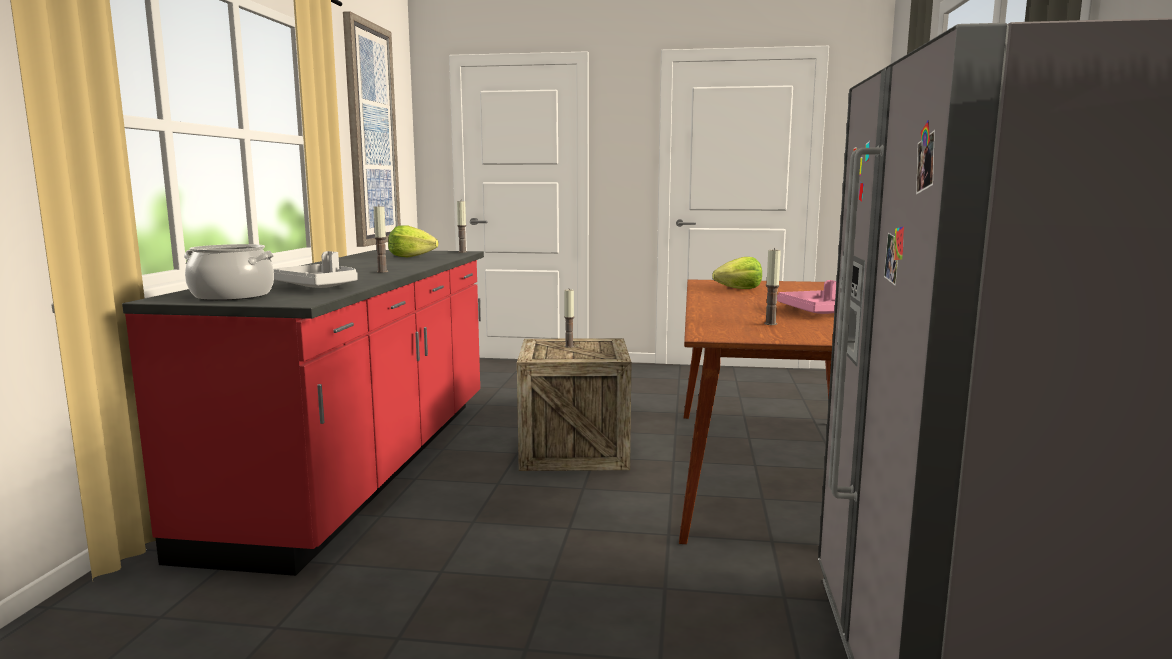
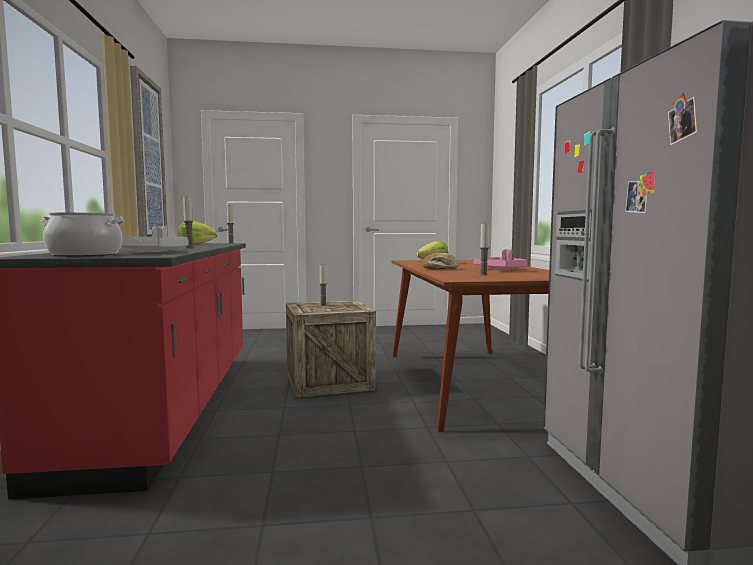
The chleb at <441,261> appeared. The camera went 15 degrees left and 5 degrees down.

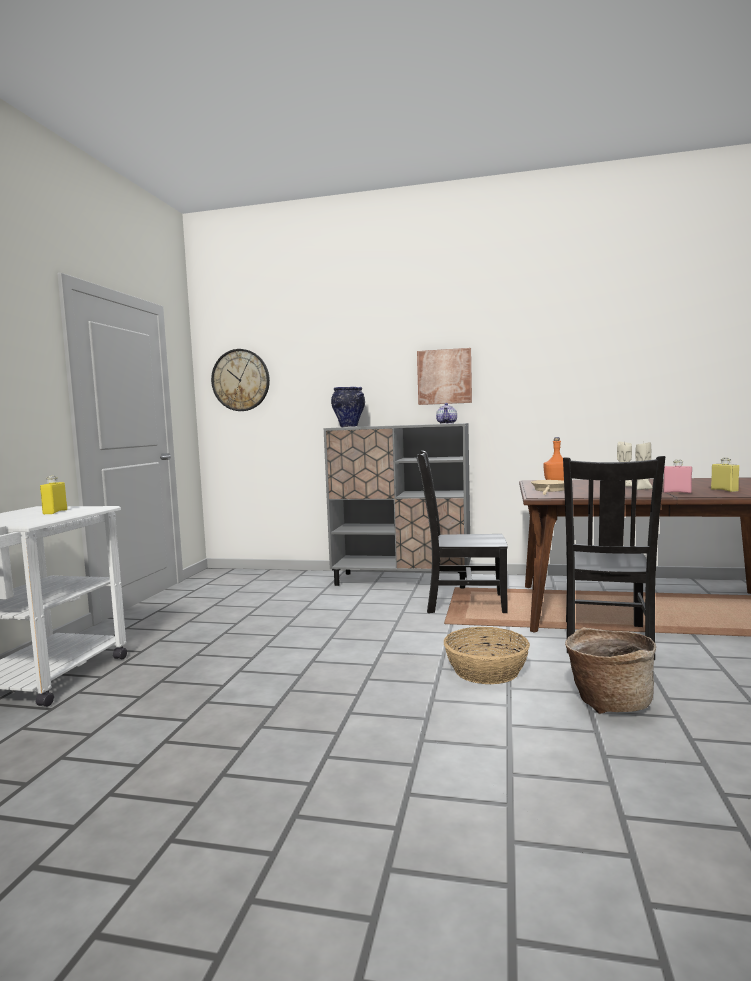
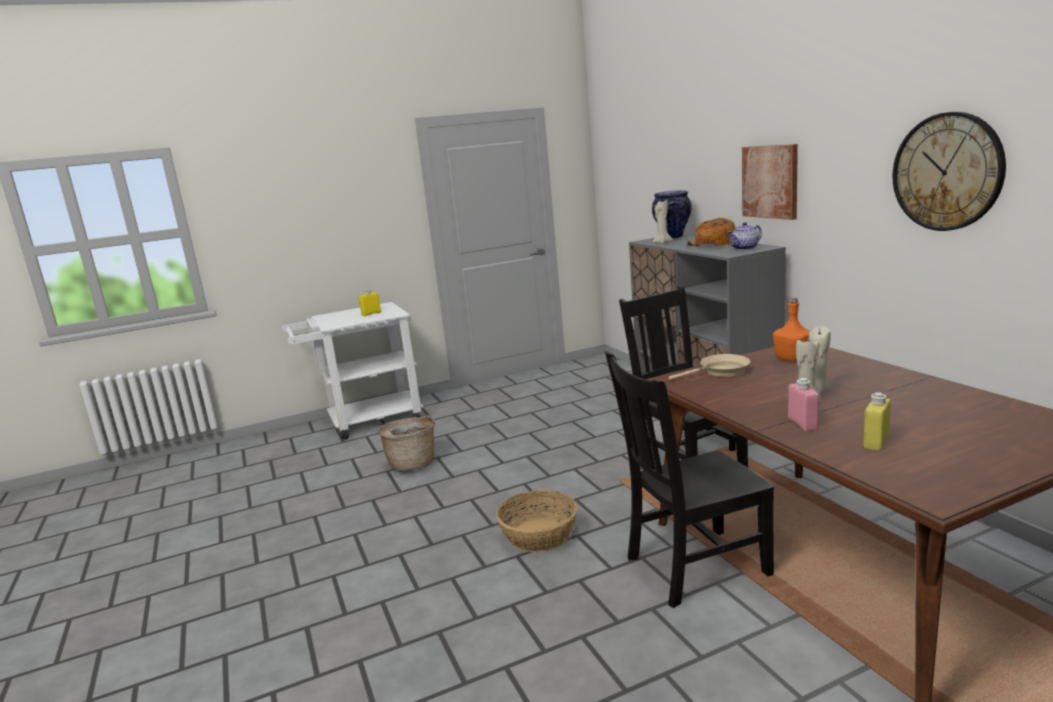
The zegar ścienny moved from <240,380> to <949,171>. The koszyk moved from <610,670> to <406,443>. The świeca (beżowy) at <662,222> appeared. The chleb at <710,232> appeared. The camera went 55 degrees right and 10 degrees up.

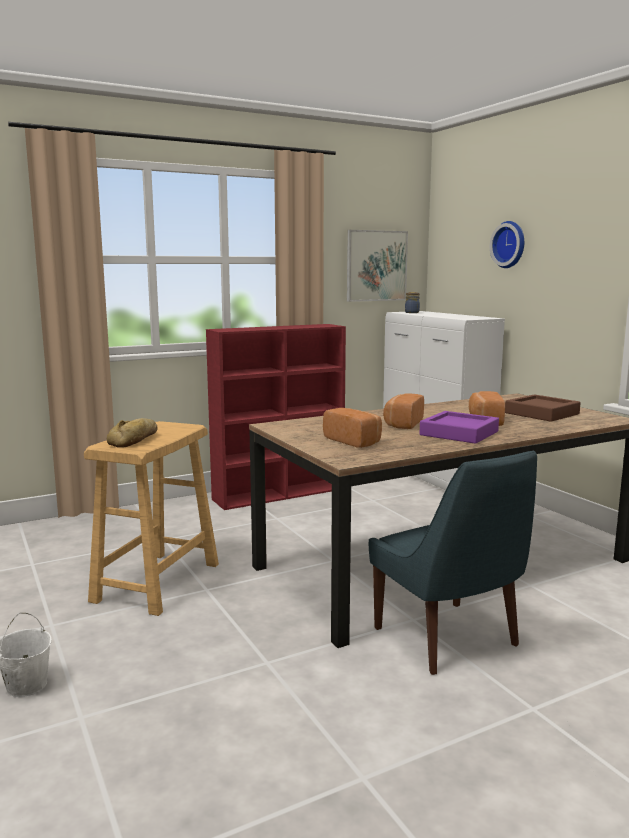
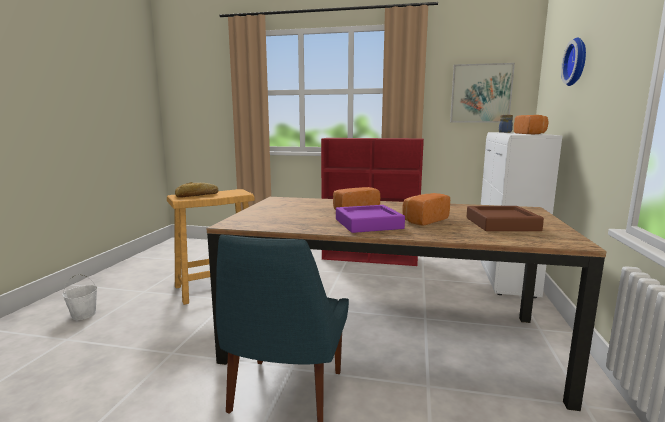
The chleb moved from <352,428> to <531,124>. The camera went 40 degrees right and 0 degrees up.

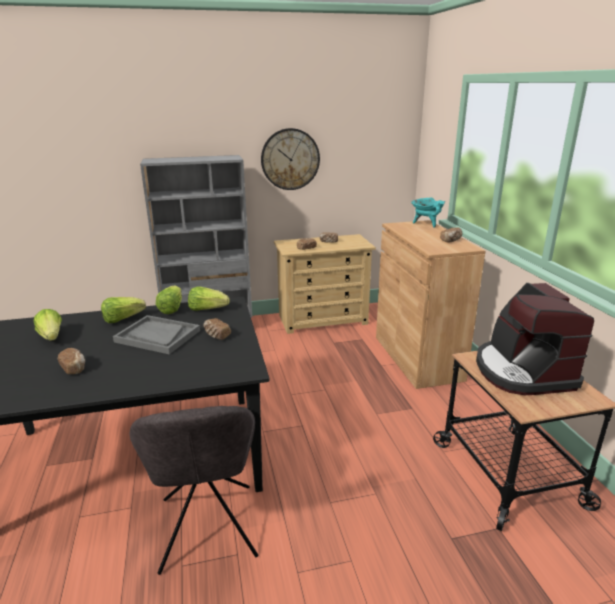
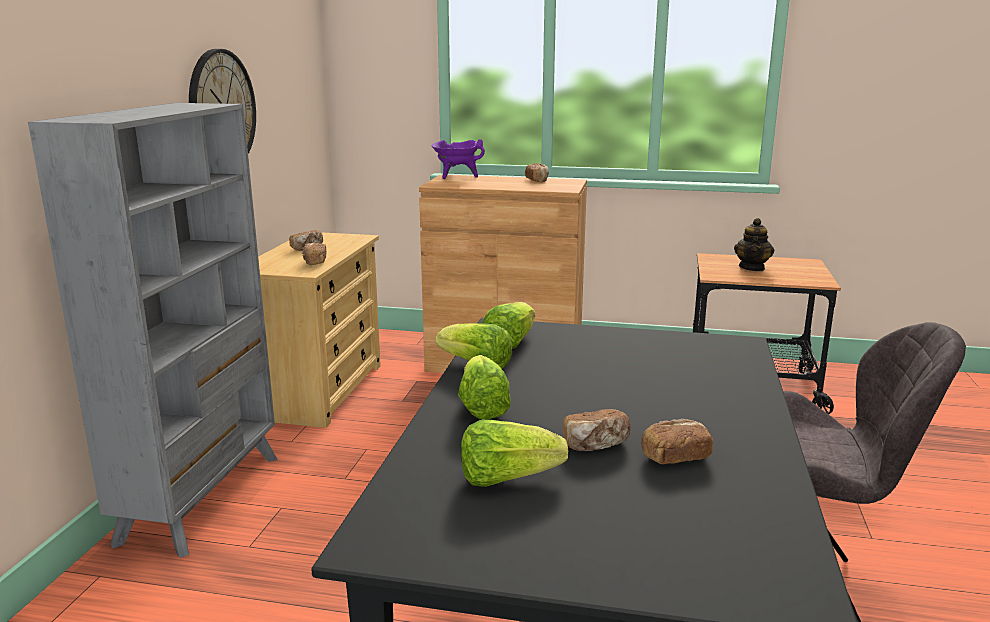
The taca (szary) at <156,334> disappeared. The chleb moved from <217,329> to <596,430>. The garnek (turkusowy) at <428,212> became the garnek (fioletowy) at <458,159>. The ekspres do kawy at <535,339> was replaced by the imbryk at <754,244>. The camera went 65 degrees left and 5 degrees down.

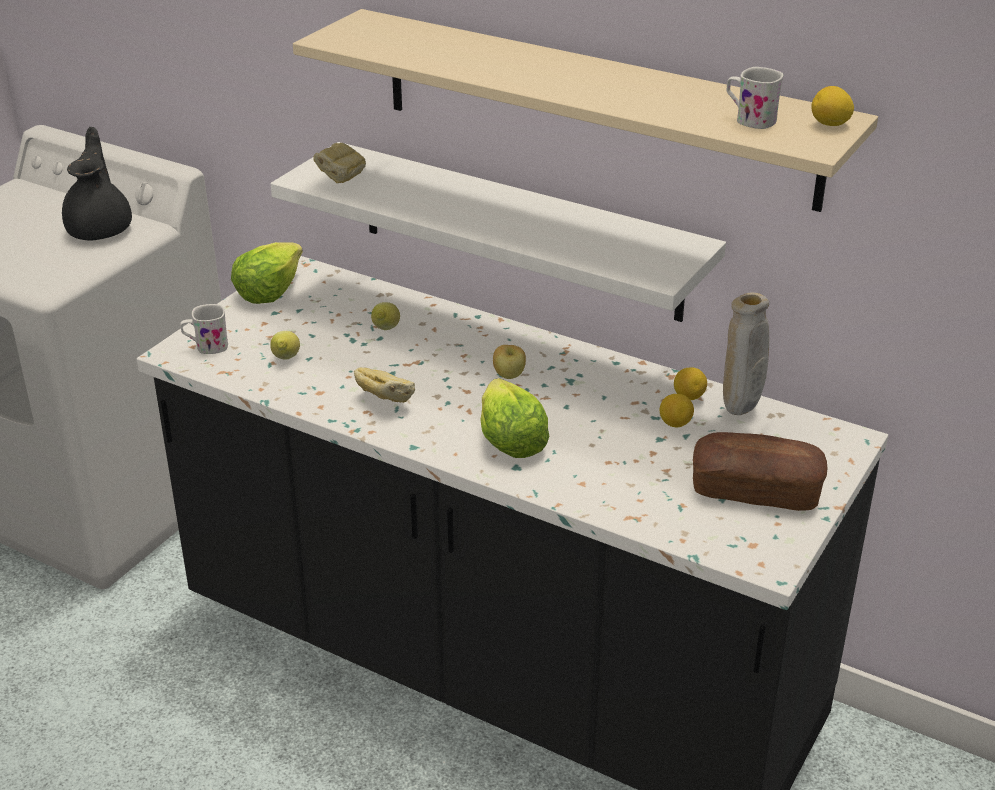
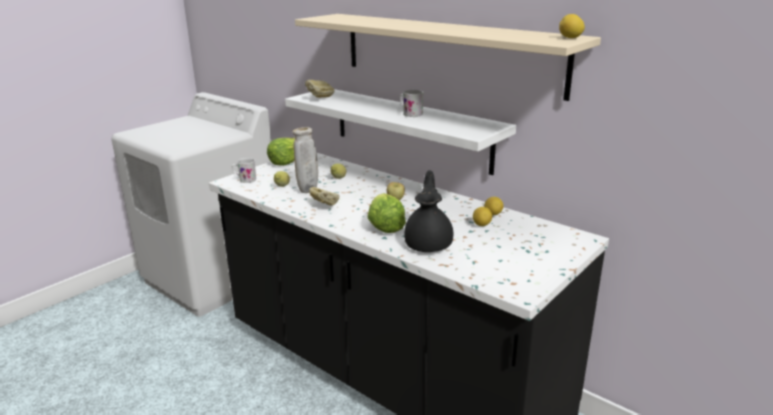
The imbryk (czarny) moved from <97,183> to <428,211>. The chleb at <760,471> disappeared. The wazon (beżowy) moved from <746,354> to <305,160>. The kubek (biały) moved from <755,98> to <412,103>. The camera went 10 degrees right and 10 degrees down.

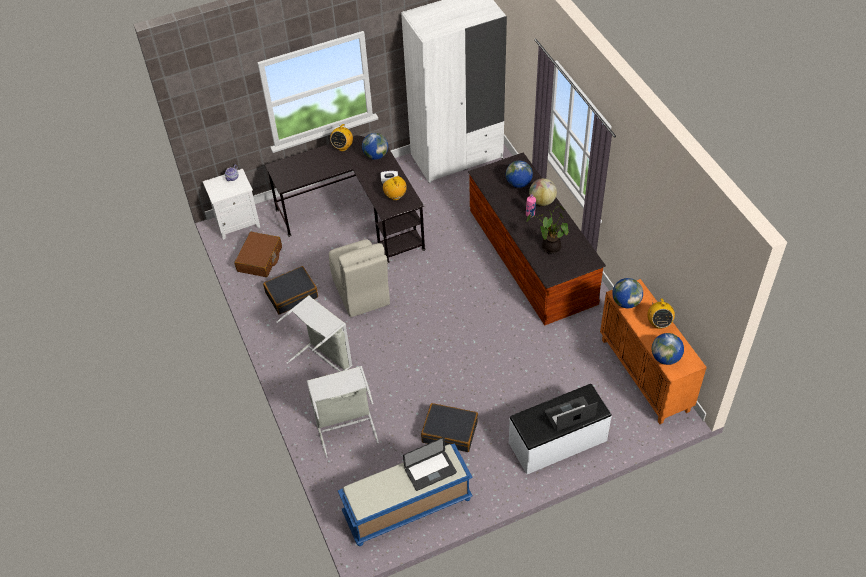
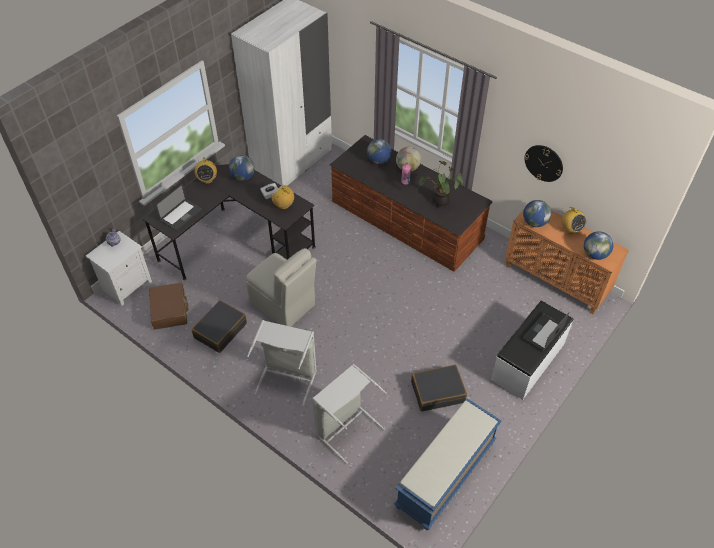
The laptop moved from <430,464> to <179,207>. The zegar ścienny at <543,163> appeared. The camera went 30 degrees left and 0 degrees up.

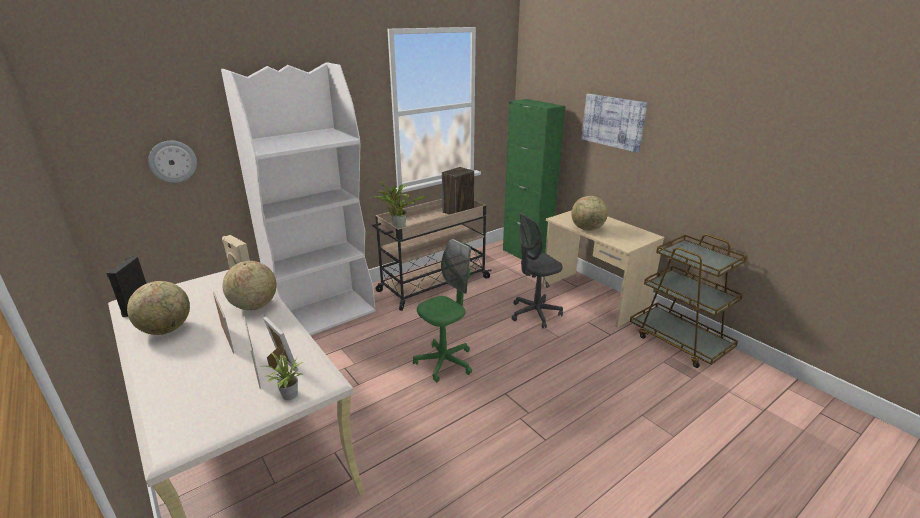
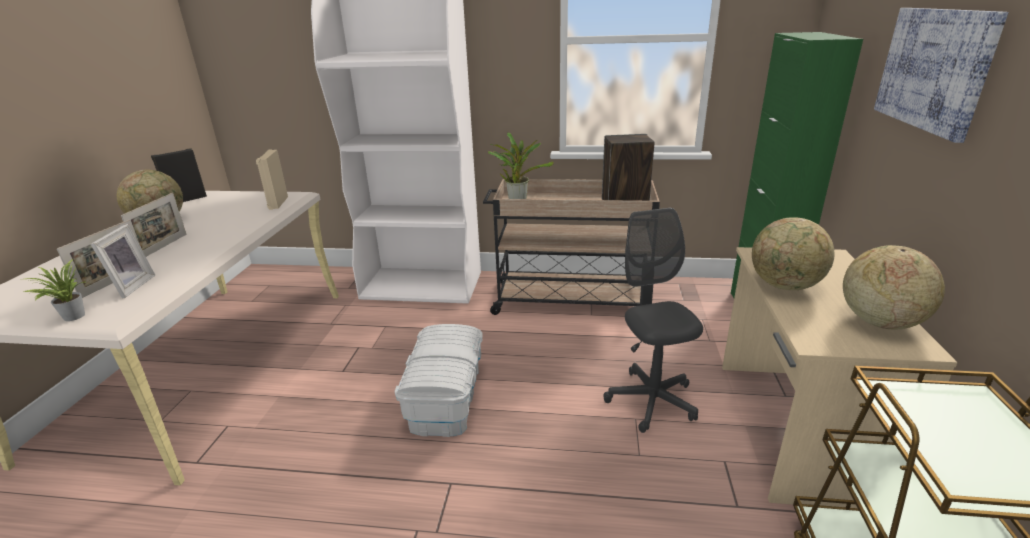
The zegar ścienny at <172,162> disappeared. The globus moved from <249,285> to <894,287>. The krzesło biurowe (zielony) at <442,310> was replaced by the pojemnik do przechowywania (biały) at <438,380>. The krzesło biurowe (szary) at <537,270> turned 60 degrees clockwise. The camera went 45 degrees right and 0 degrees up.

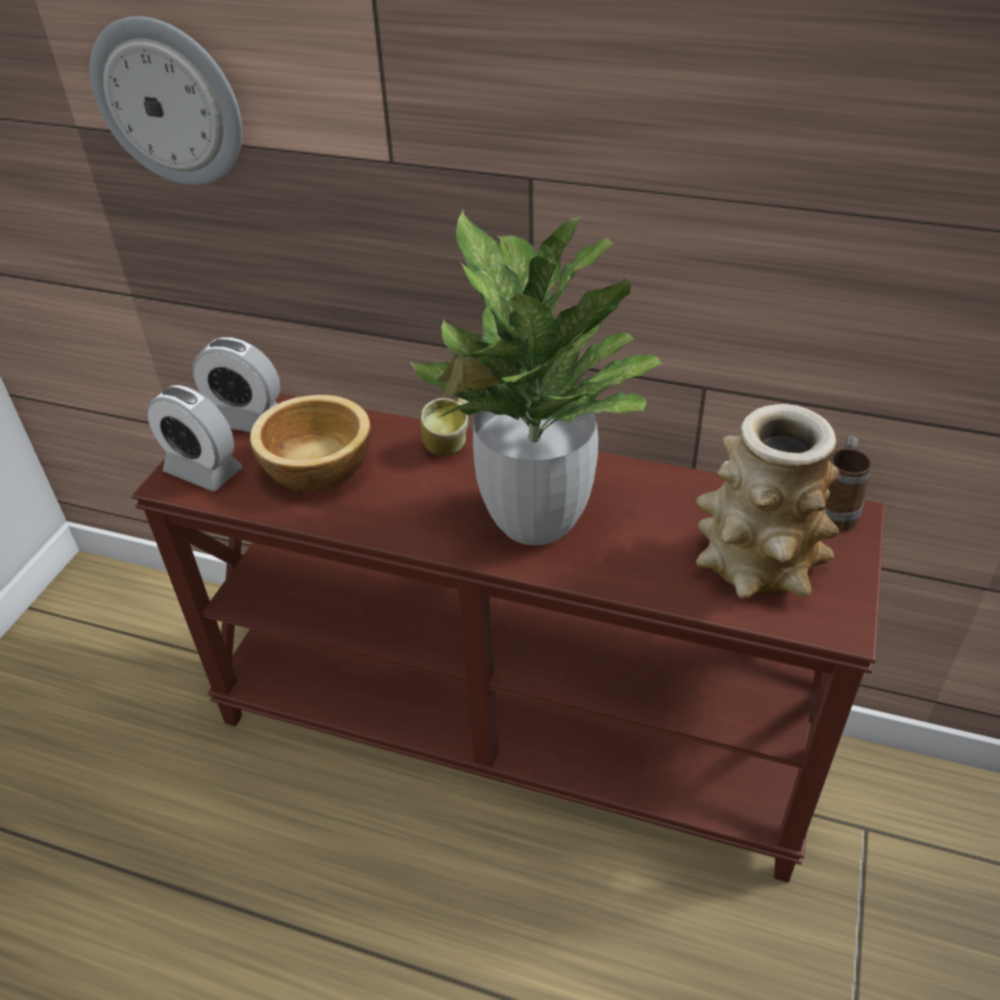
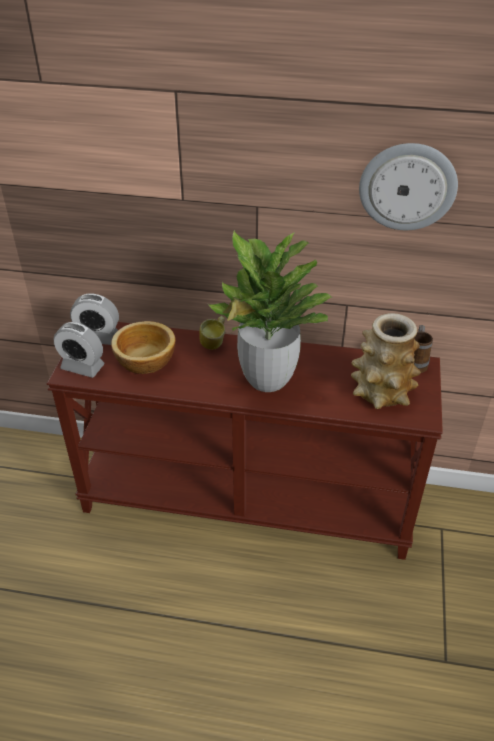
The zegar ścienny moved from <166,100> to <408,186>. The camera went 10 degrees left and 0 degrees up.

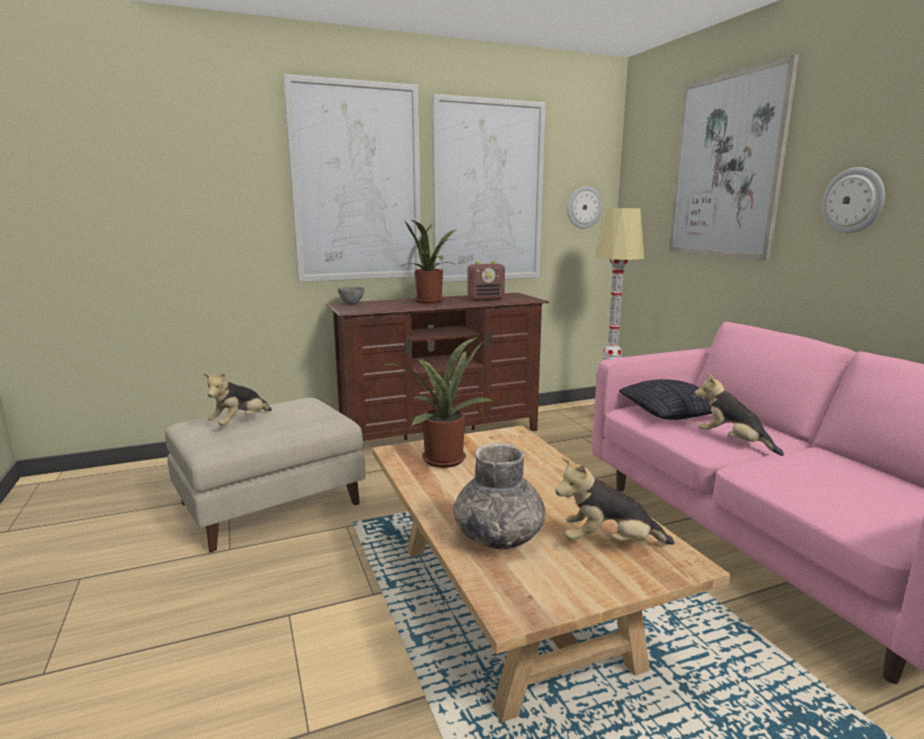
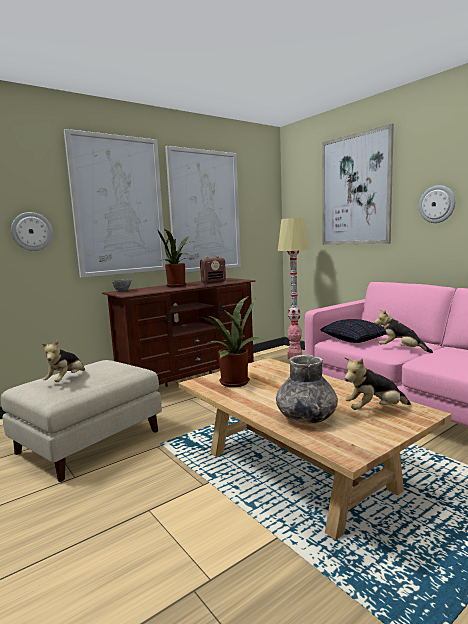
The zegar ścienny moved from <584,207> to <32,231>. The camera went 15 degrees left and 5 degrees down.

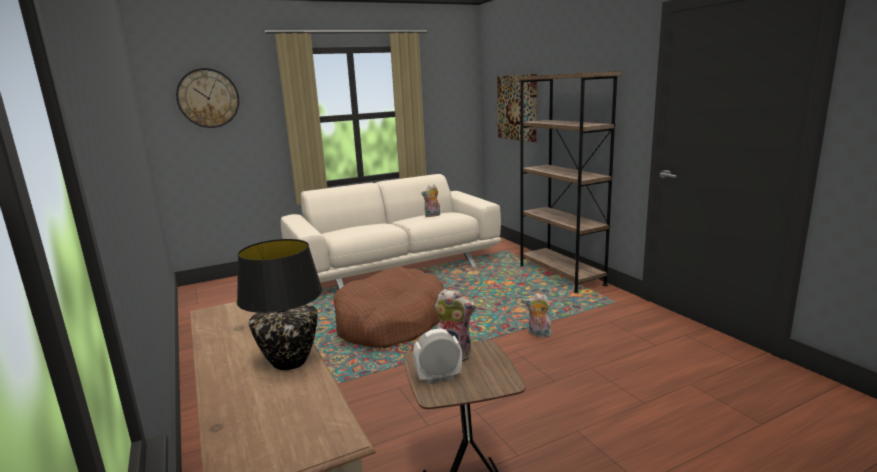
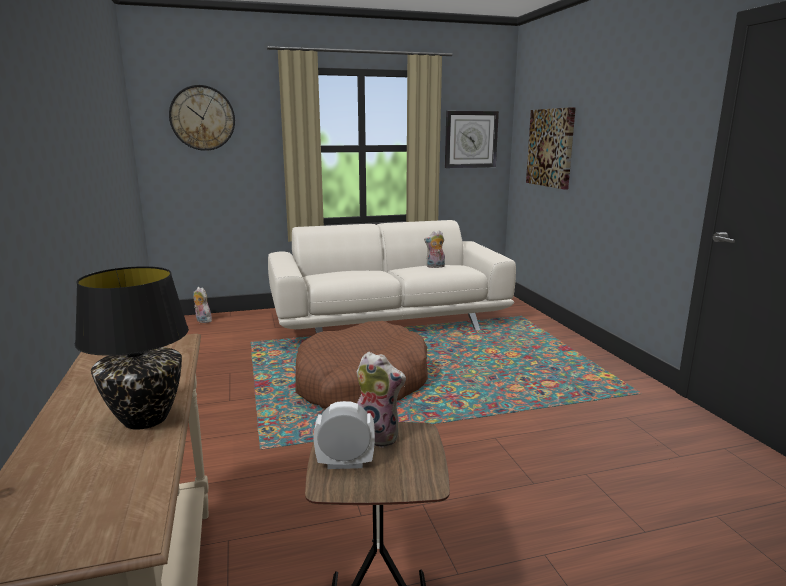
The regał (brązowy) at <569,182> disappeared. The pluszak moved from <538,316> to <202,305>. The zegar ścienny at <472,139> appeared. The camera went 10 degrees right and 0 degrees up.

